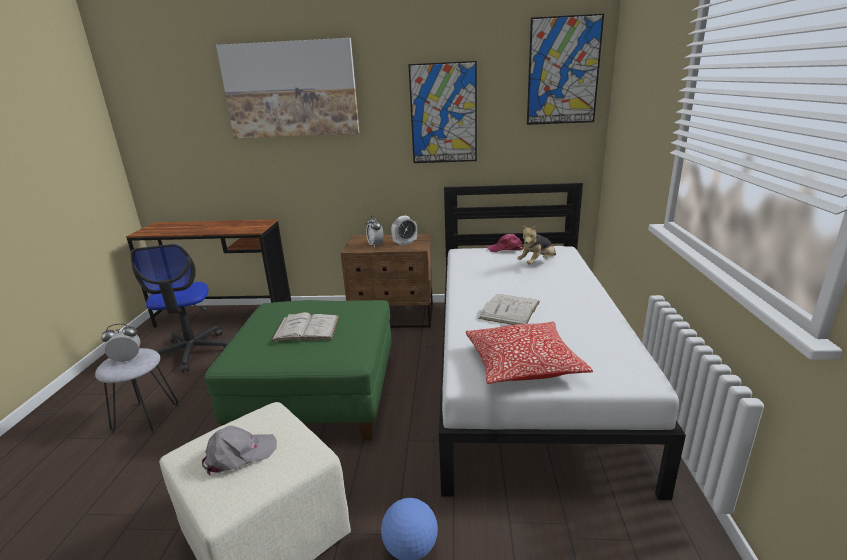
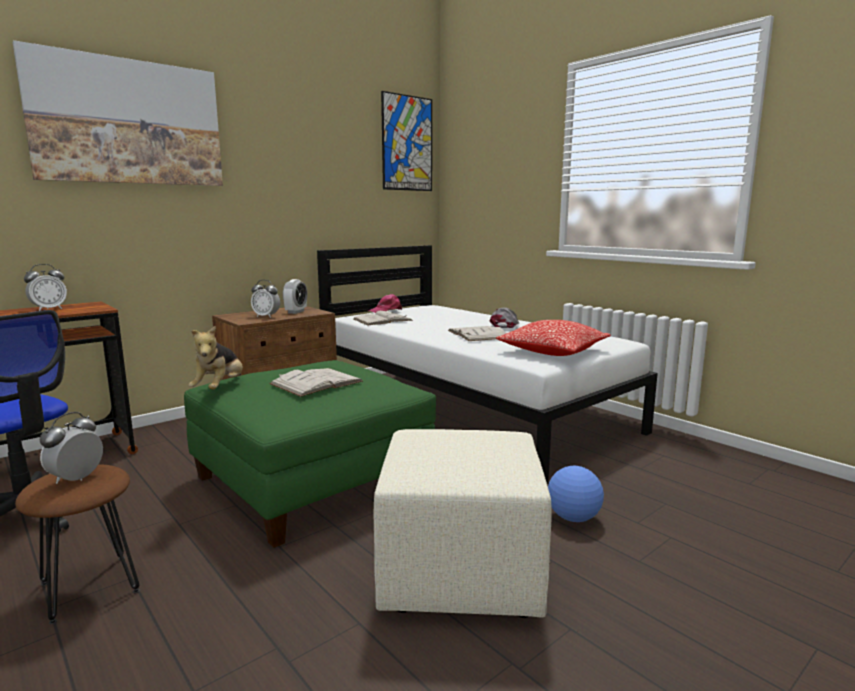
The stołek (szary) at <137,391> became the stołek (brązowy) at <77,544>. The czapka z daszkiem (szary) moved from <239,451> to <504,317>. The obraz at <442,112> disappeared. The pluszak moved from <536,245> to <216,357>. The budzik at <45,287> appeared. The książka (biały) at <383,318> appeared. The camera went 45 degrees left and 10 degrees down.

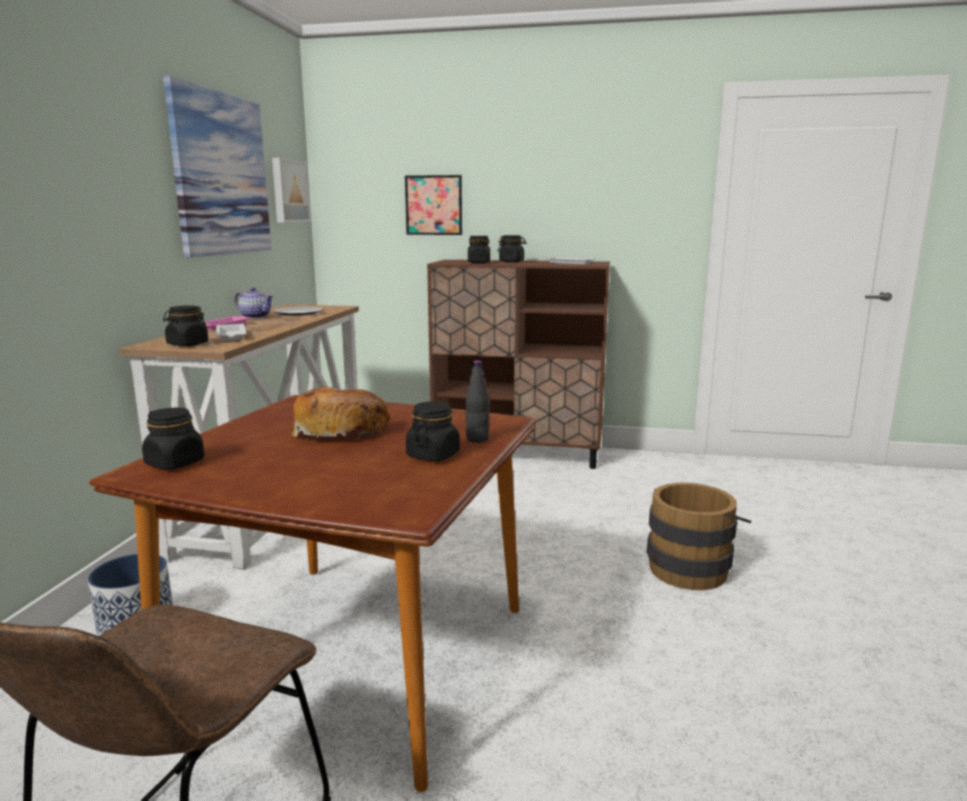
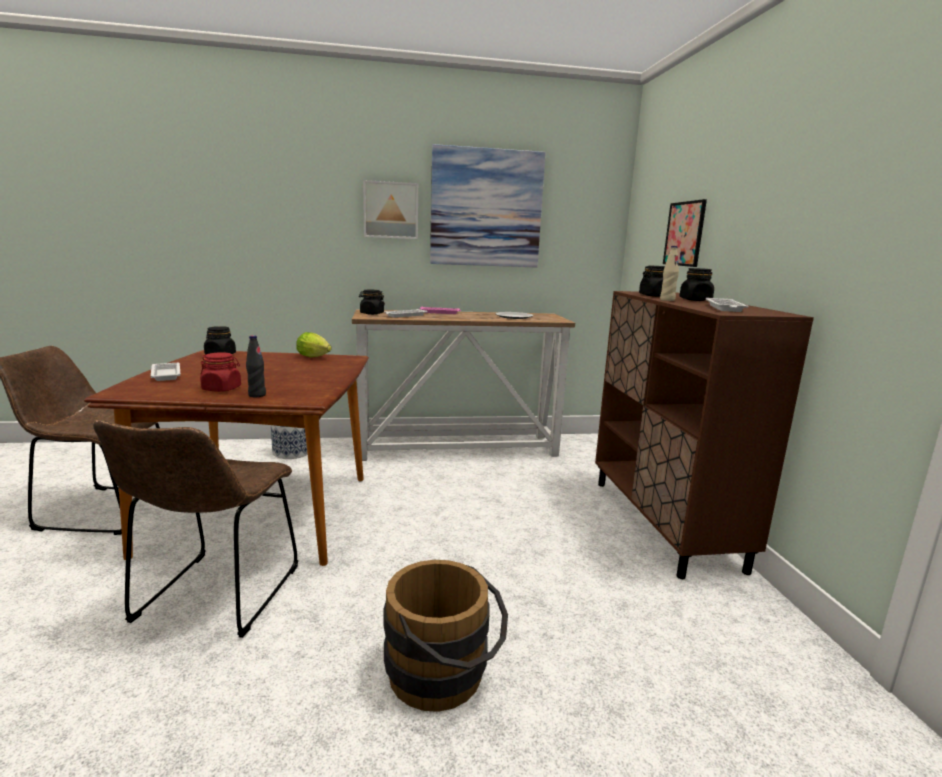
The imbryk at <254,302> disappeared. The obraz moved from <291,190> to <390,209>. The chleb at <341,413> disappeared. The słoik (czarny) at <433,431> became the słoik (czerwony) at <220,372>. The krzesło (brązowy) at <195,529> appeared. The taca (biały) at <165,372> appeared. The sałata at <314,345> appeared. The butelka (beżowy) at <669,273> appeared. The camera went 70 degrees right and 0 degrees up.

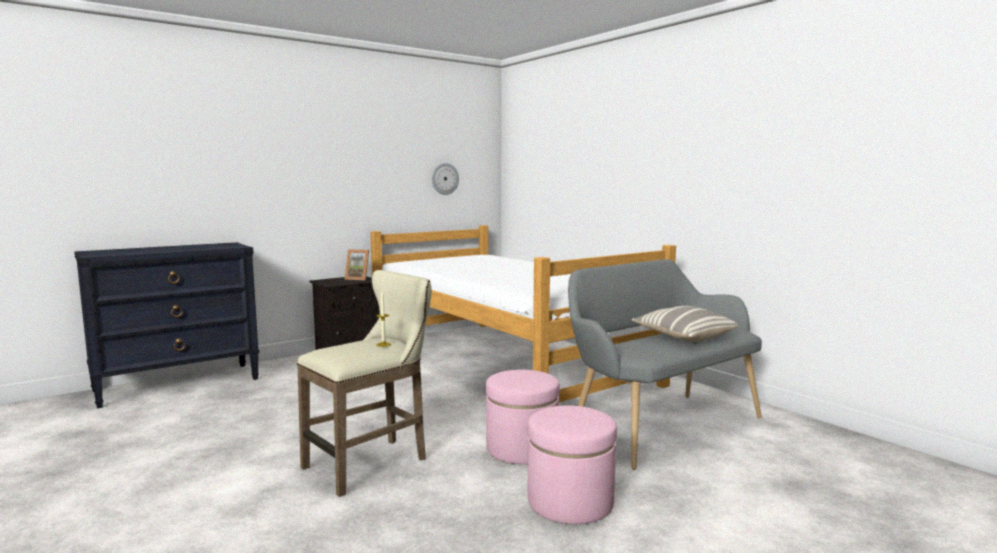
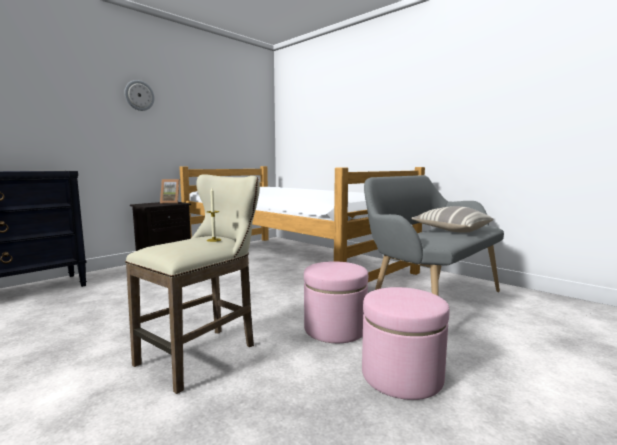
The zegar ścienny moved from <445,179> to <139,95>. The camera went 10 degrees left and 0 degrees up.

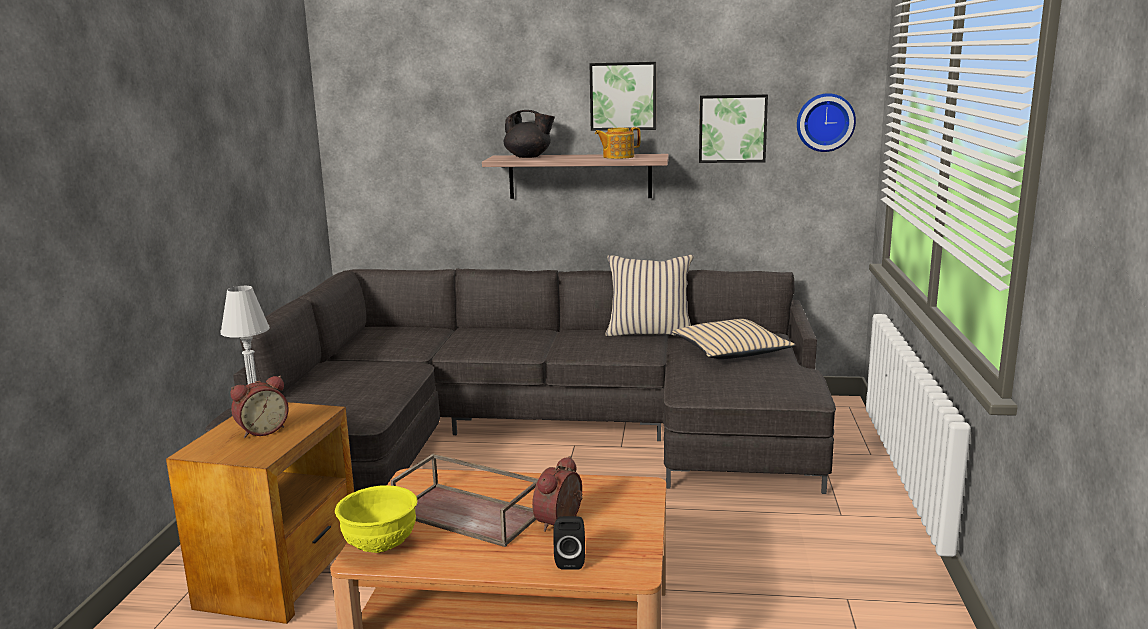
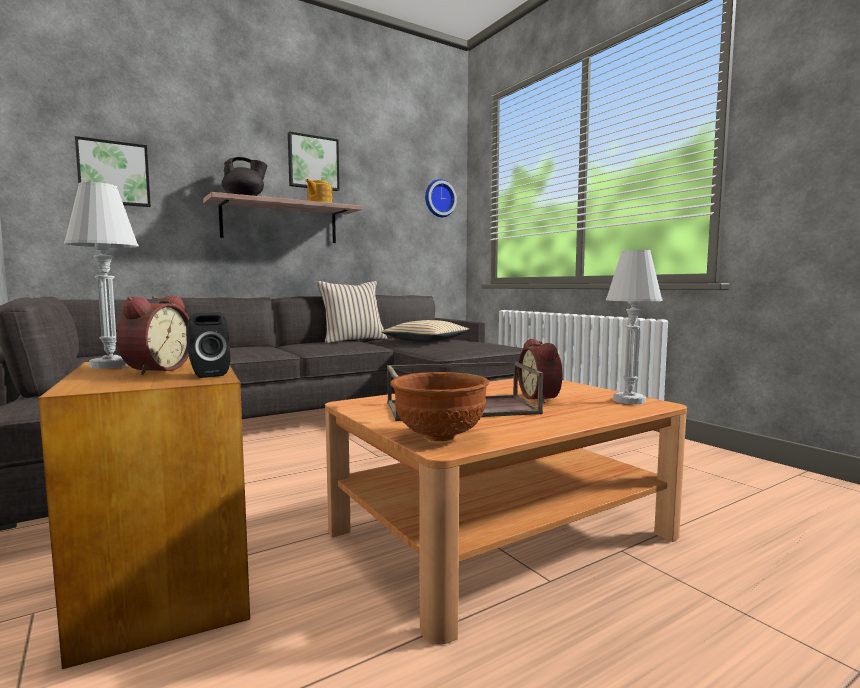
The miska (żółty) at <376,519> became the miska (brązowy) at <440,406>. The głośnik (czarny) moved from <569,543> to <208,345>. The obraz moved from <733,128> to <113,171>. The lampa stołowa (biały) at <634,327> appeared. The camera went 40 degrees left and 10 degrees down.

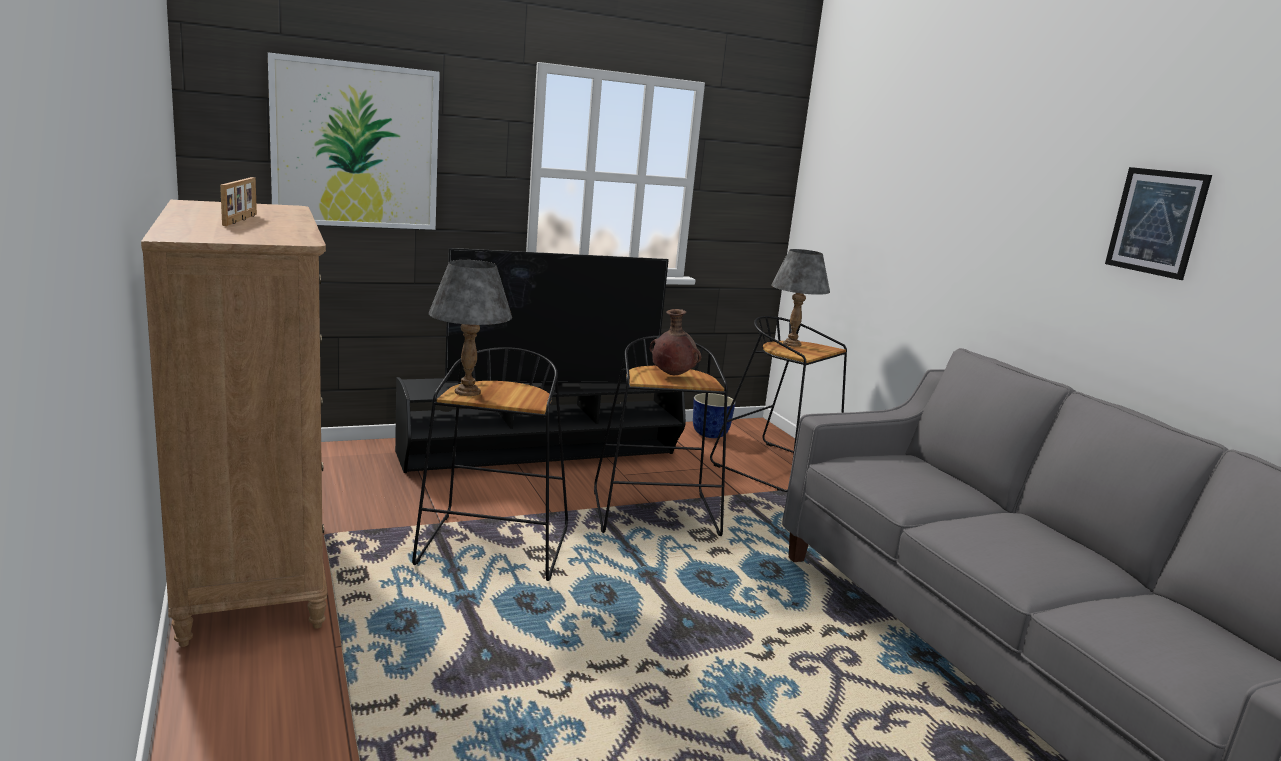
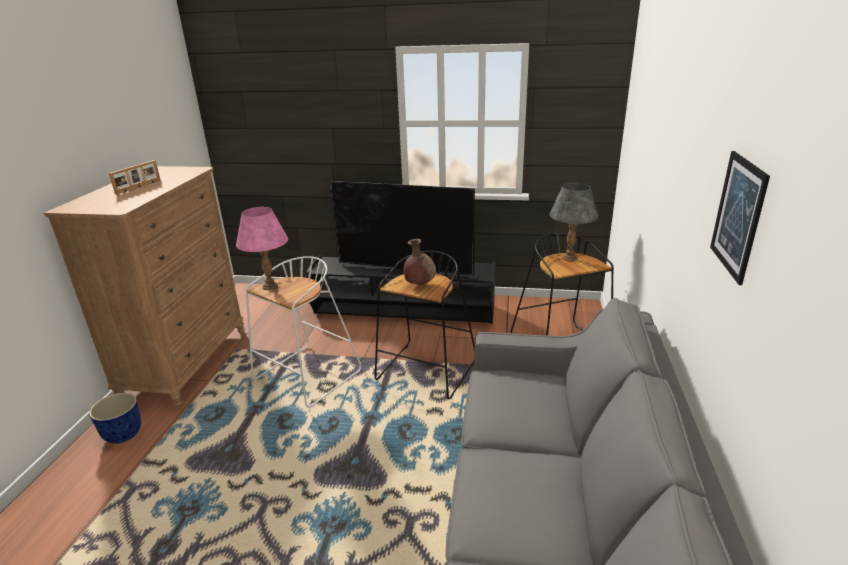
The obraz at <354,141> disappeared. The stołek (czarny) at <490,464> became the stołek (biały) at <304,332>. The lampa stołowa (szary) at <470,328> became the lampa stołowa (różowy) at <262,248>. The donica moved from <714,415> to <115,418>. The camera went 35 degrees right and 10 degrees up.

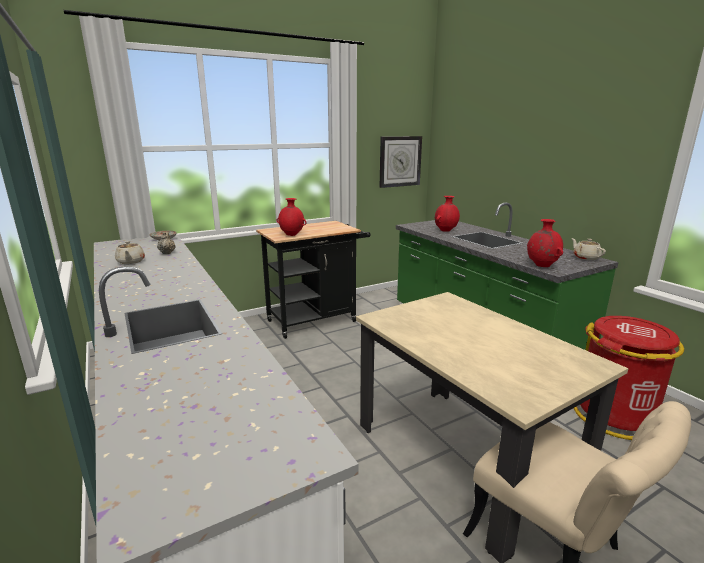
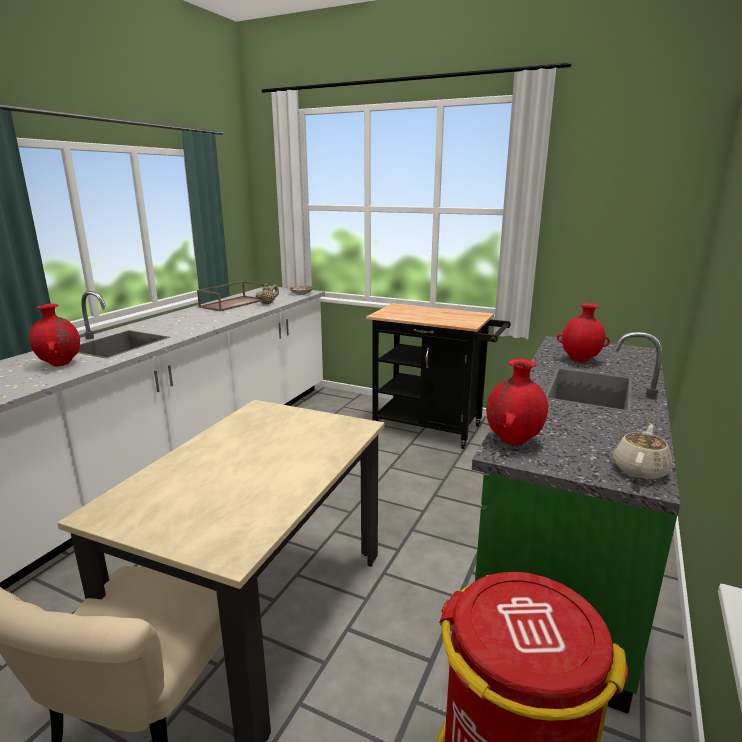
The imbryk (beżowy) at <130,252> was replaced by the taca (brązowy) at <230,296>. The wazon (czerwony) moved from <292,217> to <54,335>. The zegar ścienny at <400,162> disappeared. The camera went 55 degrees right and 0 degrees up.

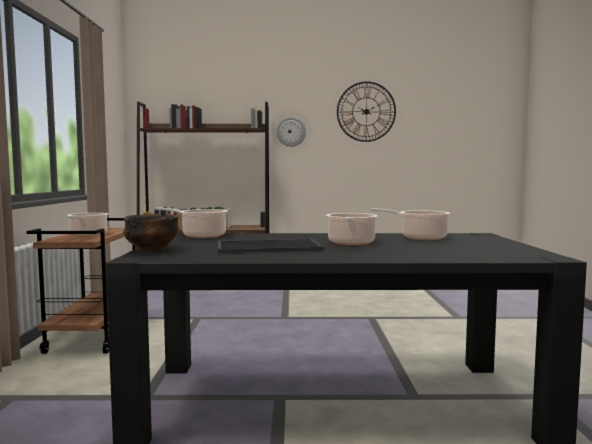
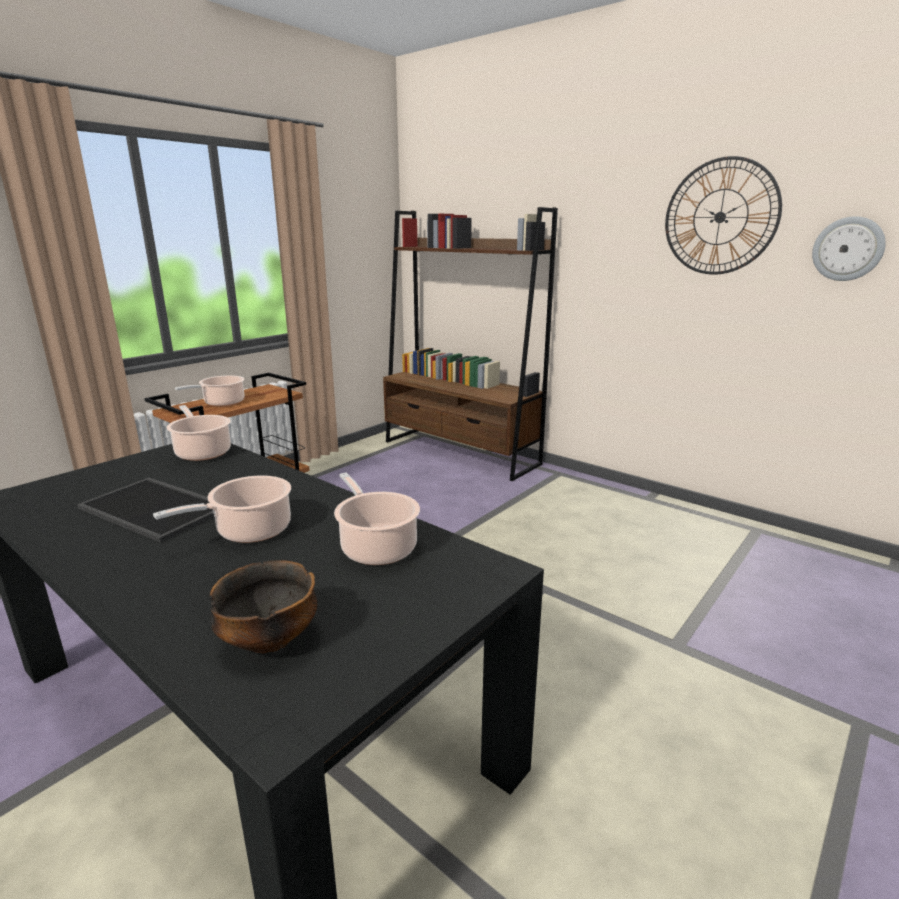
The miska moved from <151,233> to <263,607>. The zegar ścienny moved from <291,132> to <849,248>. The camera went 40 degrees right and 15 degrees up.

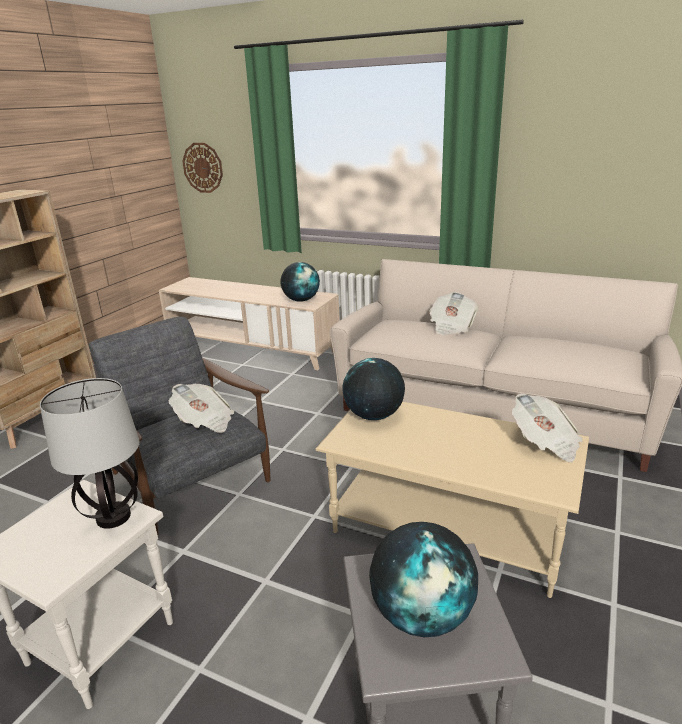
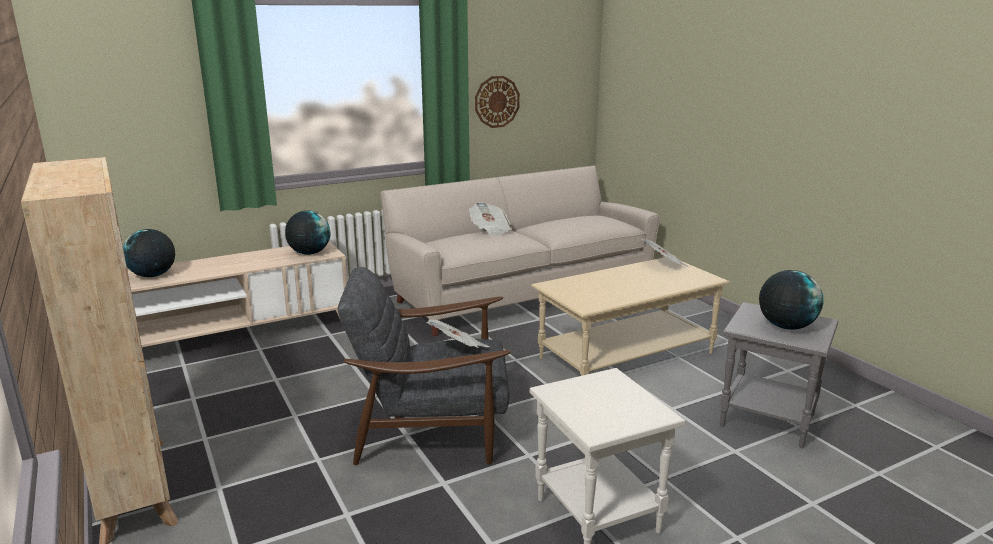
The lampa stołowa at <89,453> disappeared. The zegar ścienny moved from <202,168> to <497,102>. The globus moved from <373,389> to <149,253>. The camera went 55 degrees left and 5 degrees down.

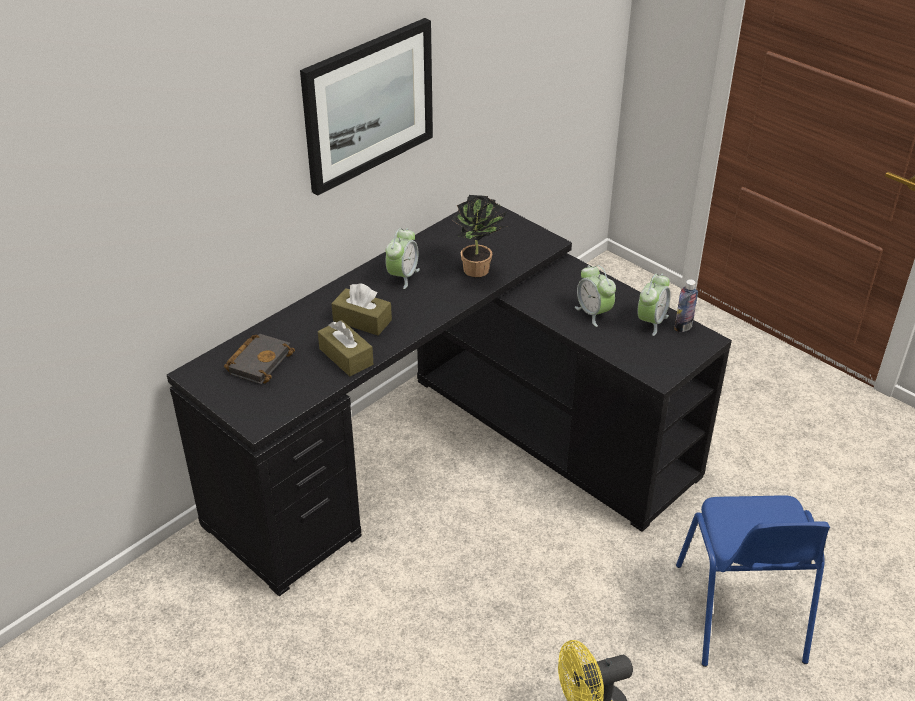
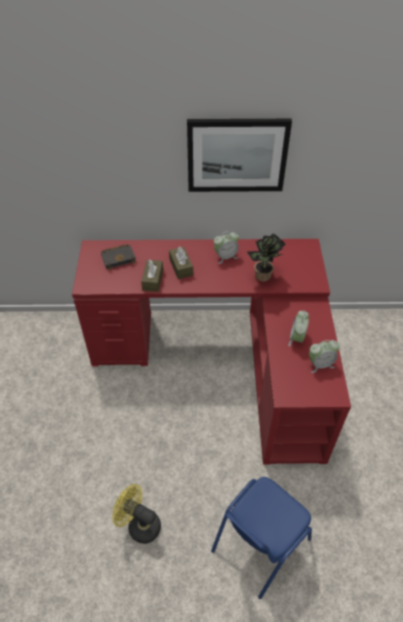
The biurko (czarny) at <449,400> became the biurko (czerwony) at <211,352>. The butelka at <686,305> disappeared. The camera went 45 degrees right and 10 degrees up.

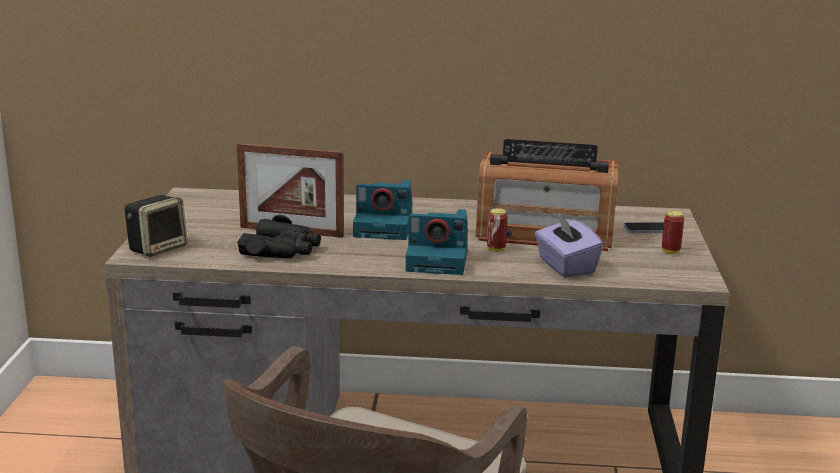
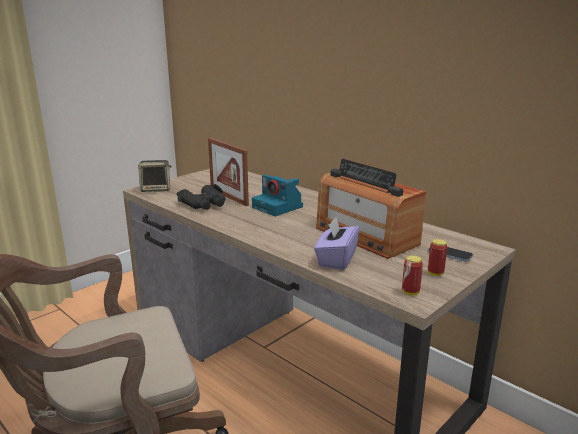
The aparat fotograficzny at <437,242> disappeared. The puszka moved from <497,230> to <412,275>. The camera went 40 degrees right and 0 degrees up.

